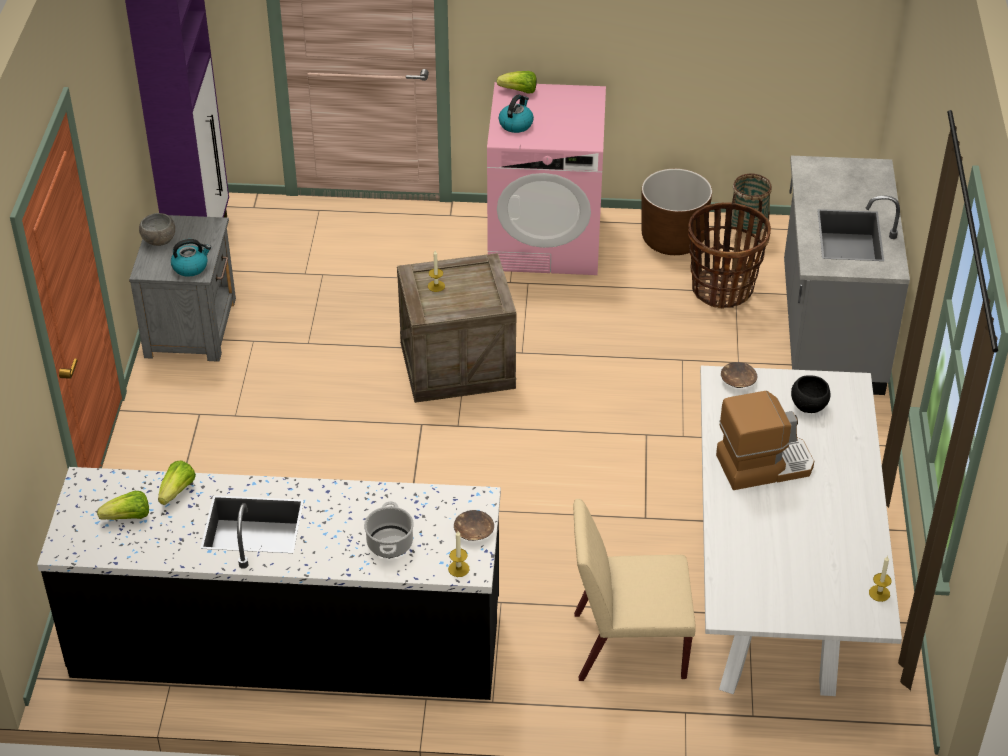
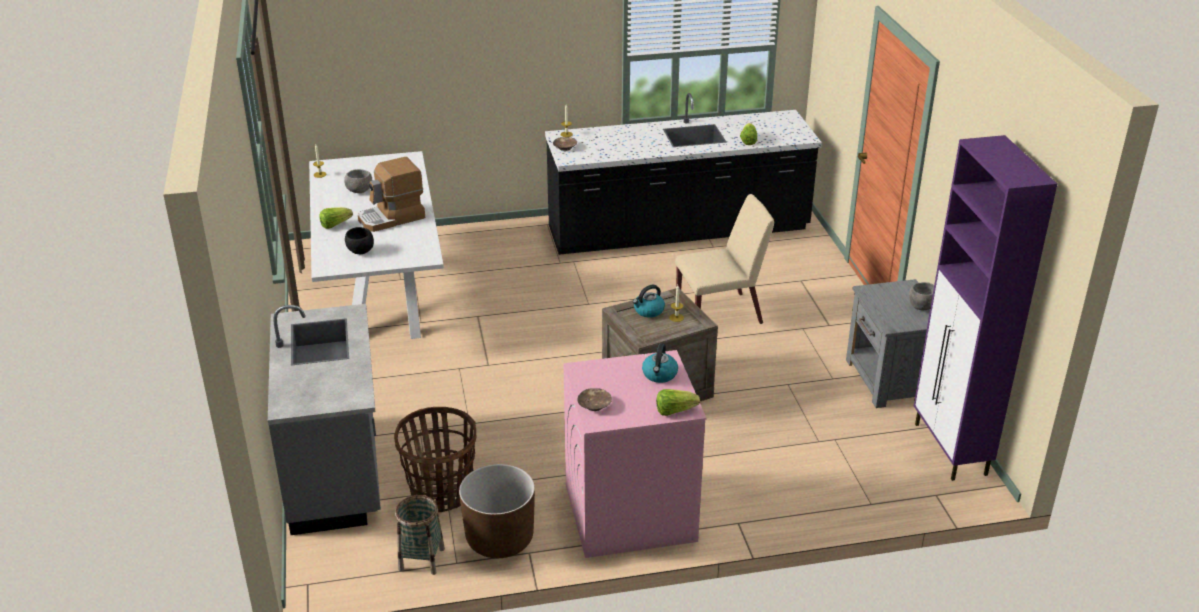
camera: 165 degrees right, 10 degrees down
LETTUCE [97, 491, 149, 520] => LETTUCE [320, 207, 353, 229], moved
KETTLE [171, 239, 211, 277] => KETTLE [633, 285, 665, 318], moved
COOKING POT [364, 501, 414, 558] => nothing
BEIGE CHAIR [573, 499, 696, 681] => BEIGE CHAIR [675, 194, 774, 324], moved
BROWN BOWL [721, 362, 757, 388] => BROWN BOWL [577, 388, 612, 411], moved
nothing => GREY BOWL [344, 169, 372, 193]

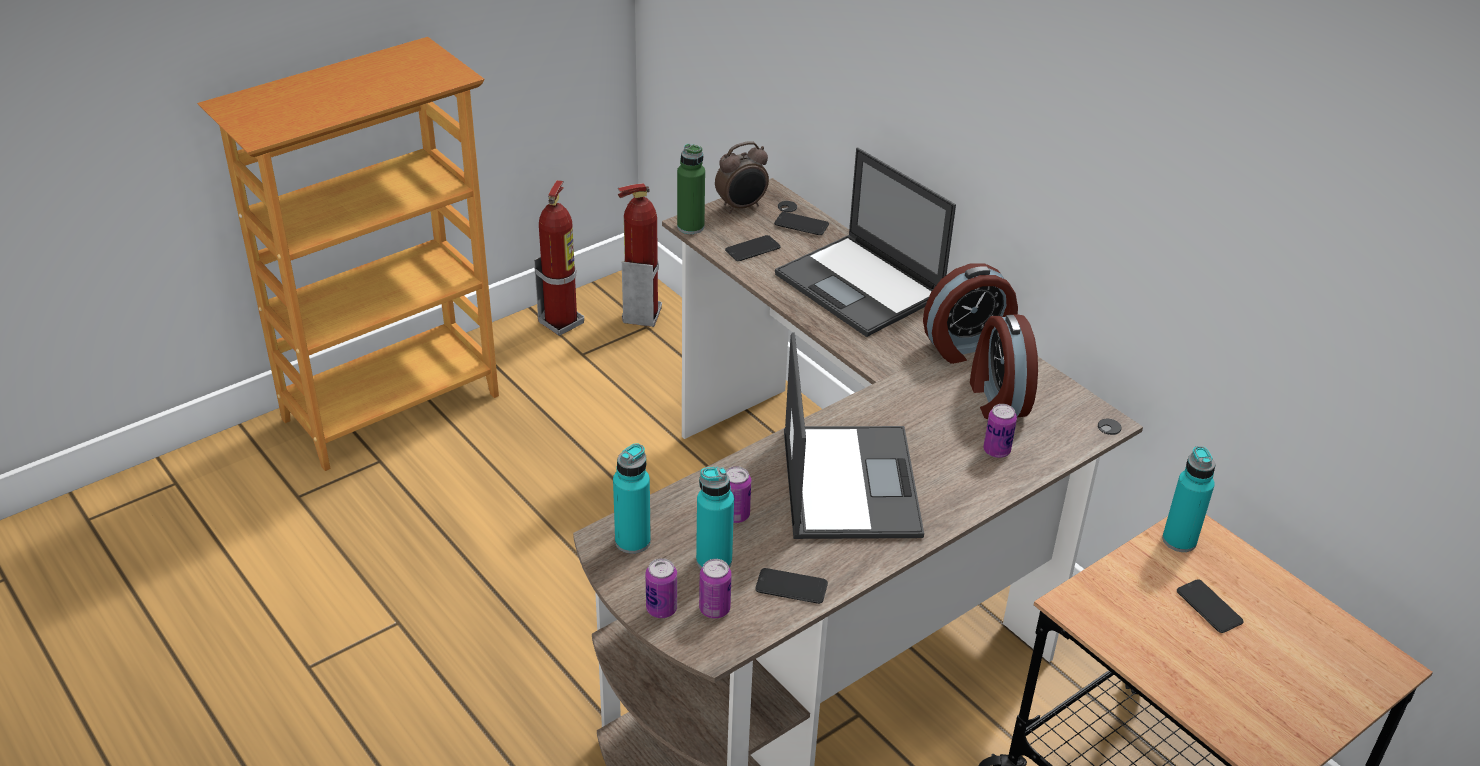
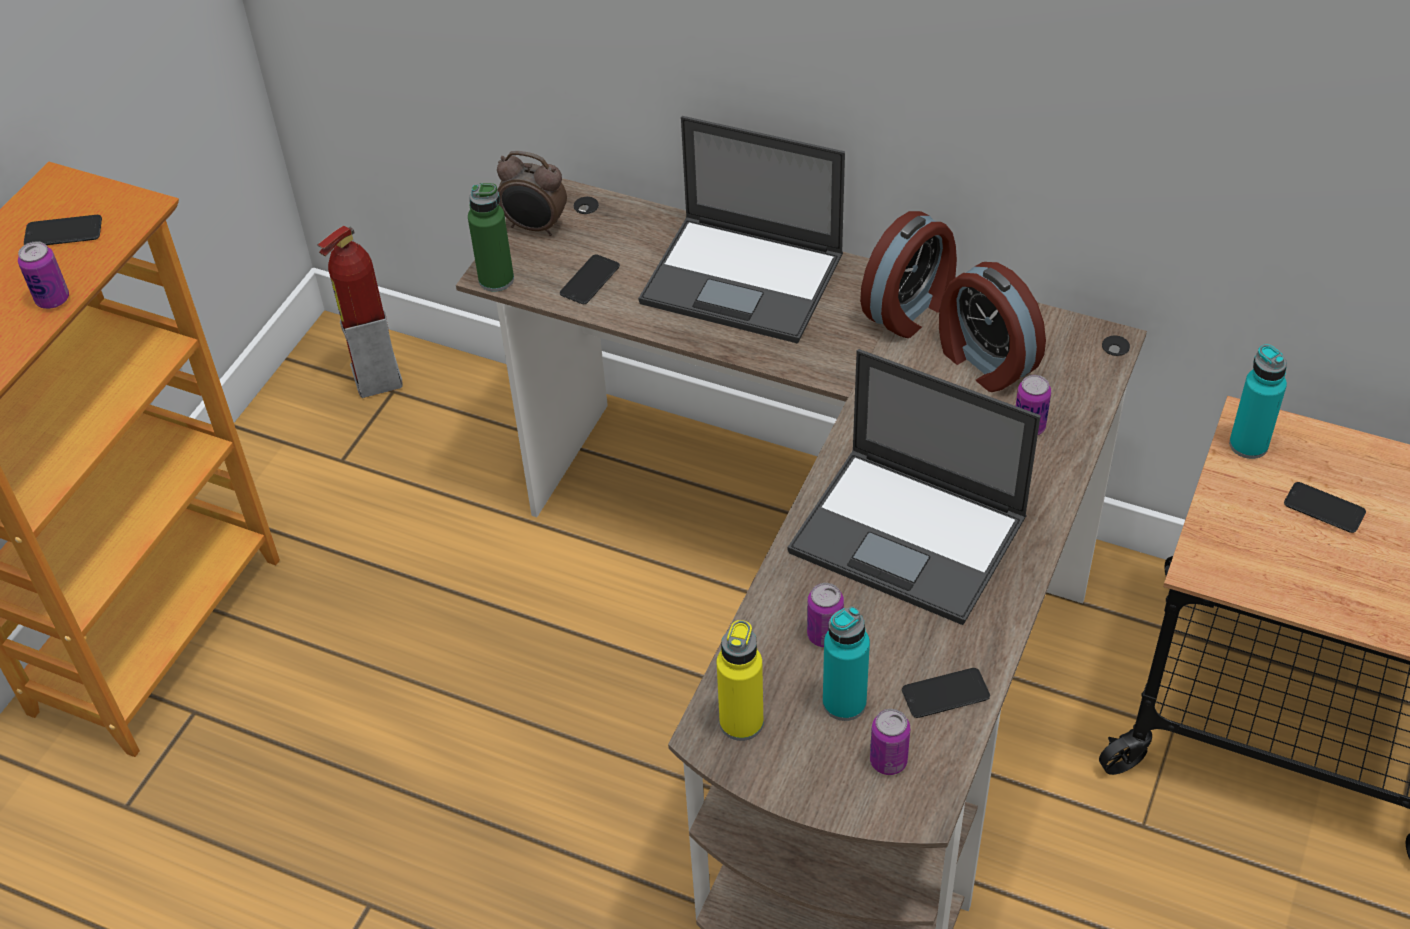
camera: 25 degrees left, 10 degrees up
FIRE EXTINGUISHER [534, 180, 584, 336] => nothing
TURQUOISE BOTTLE [613, 443, 651, 554] => YELLOW BOTTLE [717, 620, 764, 741]
CAN [645, 558, 677, 618] => CAN [18, 241, 69, 309], moved
ALARM CLOCK [715, 141, 769, 213] => ALARM CLOCK [497, 151, 567, 236], 75 degrees clockwise
PHONE [774, 212, 829, 235] => PHONE [24, 215, 102, 245], moved
LAPTOP [784, 333, 924, 539] => LAPTOP [787, 349, 1041, 625], 150 degrees clockwise

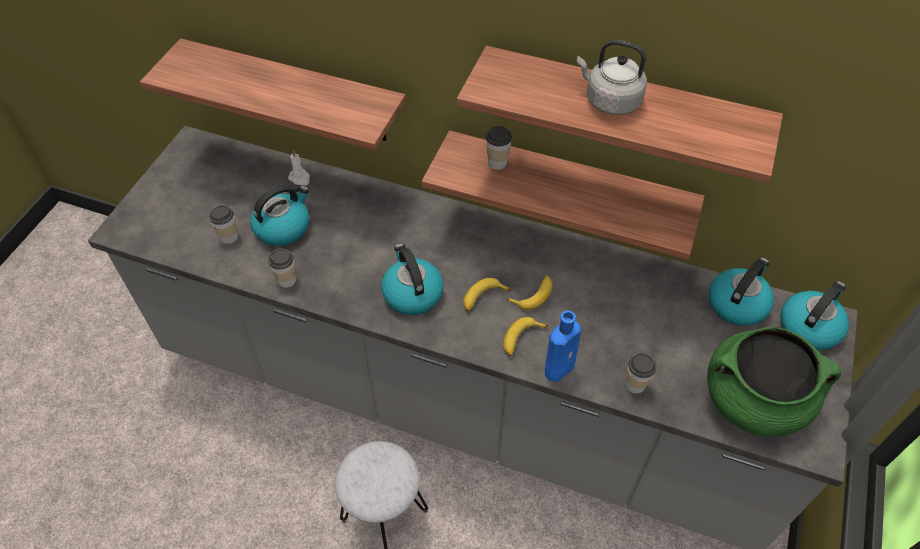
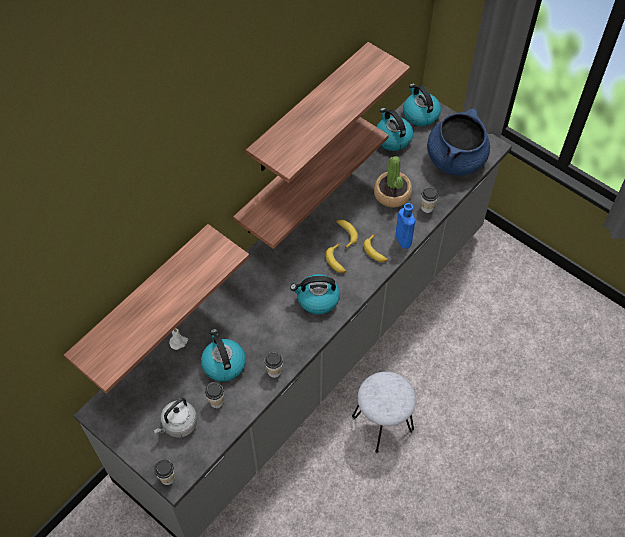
camera: 70 degrees left, 5 degrees up
CUP [486, 126, 512, 170] => CUP [154, 459, 175, 485], moved
GREY KETTLE [577, 40, 647, 115] => GREY KETTLE [154, 398, 197, 438], moved
GREEN COOKING POT [707, 327, 841, 437] => BLUE COOKING POT [427, 108, 490, 176]
nothing => POTTED PLANT [374, 156, 412, 208]

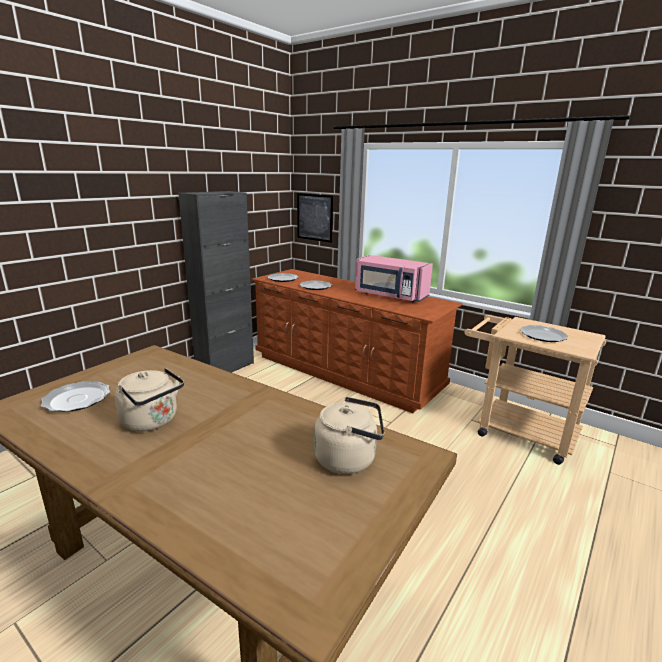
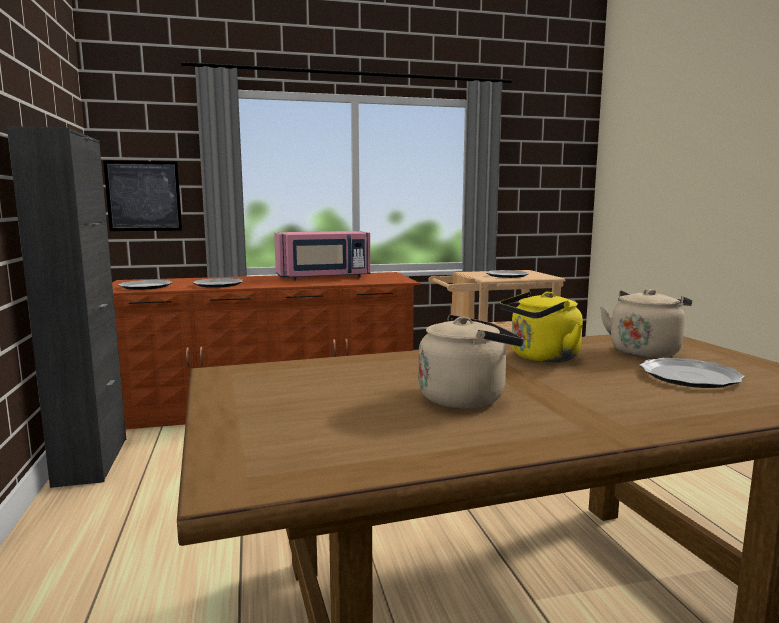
camera: 50 degrees left, 10 degrees down
PLATE [41, 381, 110, 412] => PLATE [640, 358, 745, 388], moved
nothing => YELLOW KETTLE [499, 291, 583, 363]

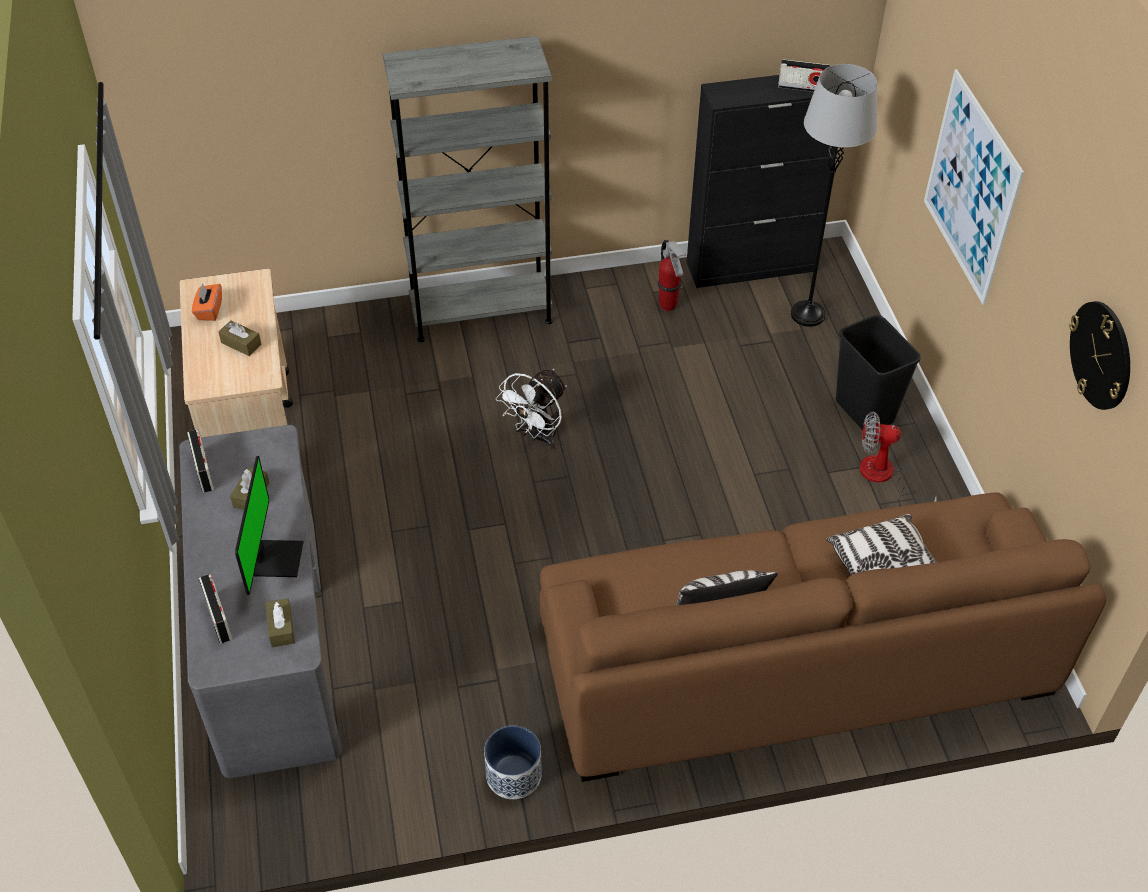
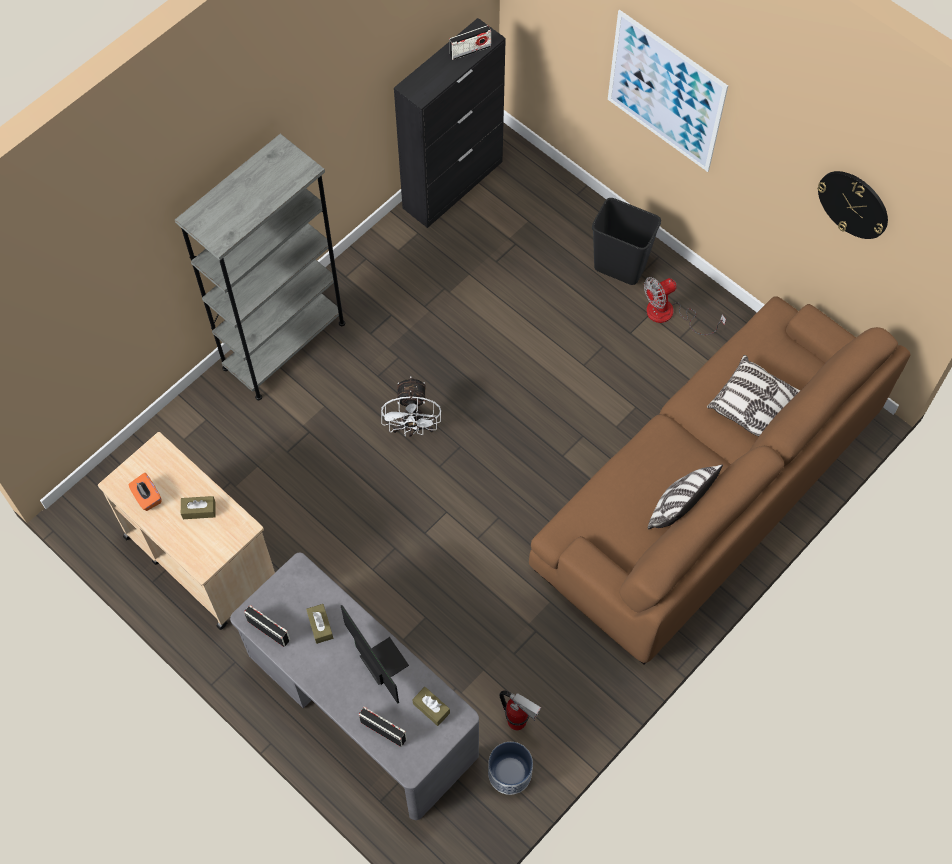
camera: 35 degrees left, 15 degrees up
PLANTER [484, 725, 542, 799] => PLANTER [488, 742, 533, 795], moved
FIRE EXTINGUISHER [658, 240, 685, 311] => FIRE EXTINGUISHER [500, 691, 542, 731], moved
GREY FLOOR LAMP [791, 64, 877, 327] => nothing

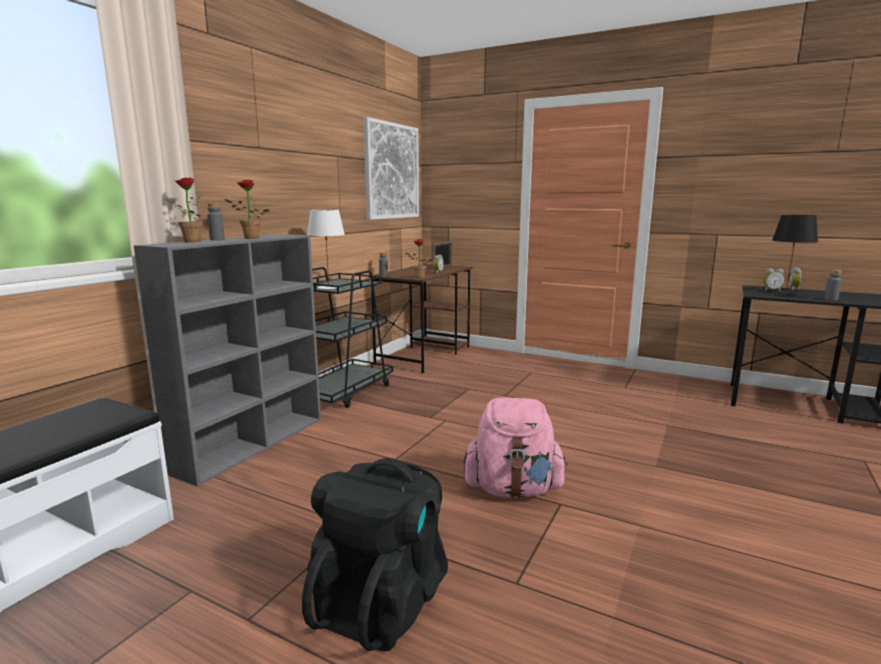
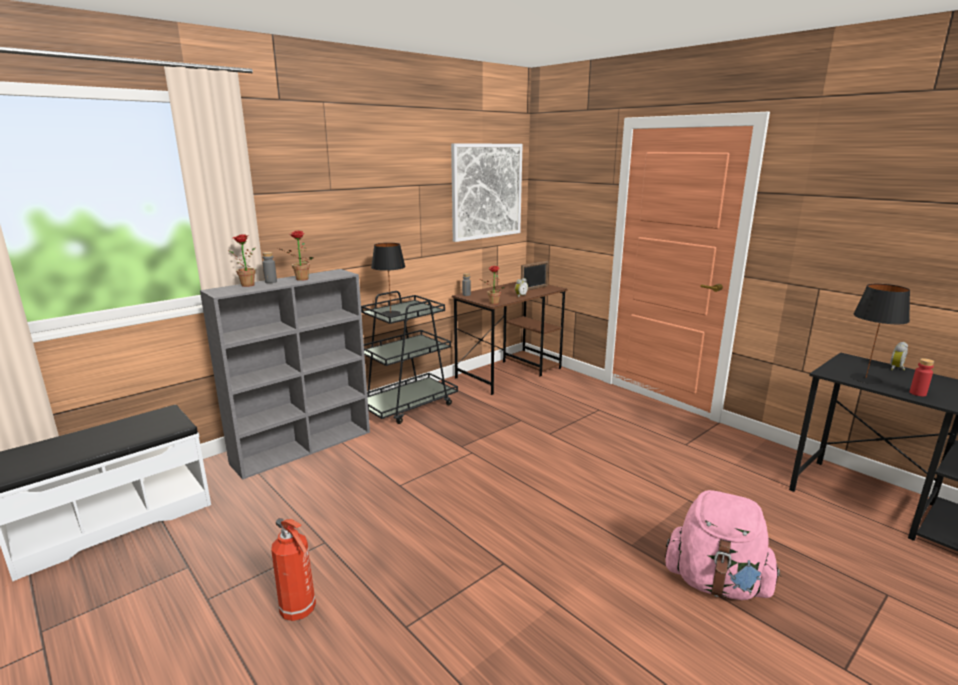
camera: 20 degrees right, 5 degrees up
BLACK BACKPACK [302, 458, 448, 652] => FIRE EXTINGUISHER [271, 518, 316, 621]
WHITE TABLE LAMP [307, 210, 345, 289] => BLACK TABLE LAMP [371, 243, 406, 316]
PINK BACKPACK [464, 398, 568, 498] => PINK BACKPACK [665, 490, 782, 600], moved
ALARM CLOCK [763, 269, 784, 291] => nothing
GREY BOTTLE [824, 270, 842, 301] => RED BOTTLE [910, 358, 934, 396]

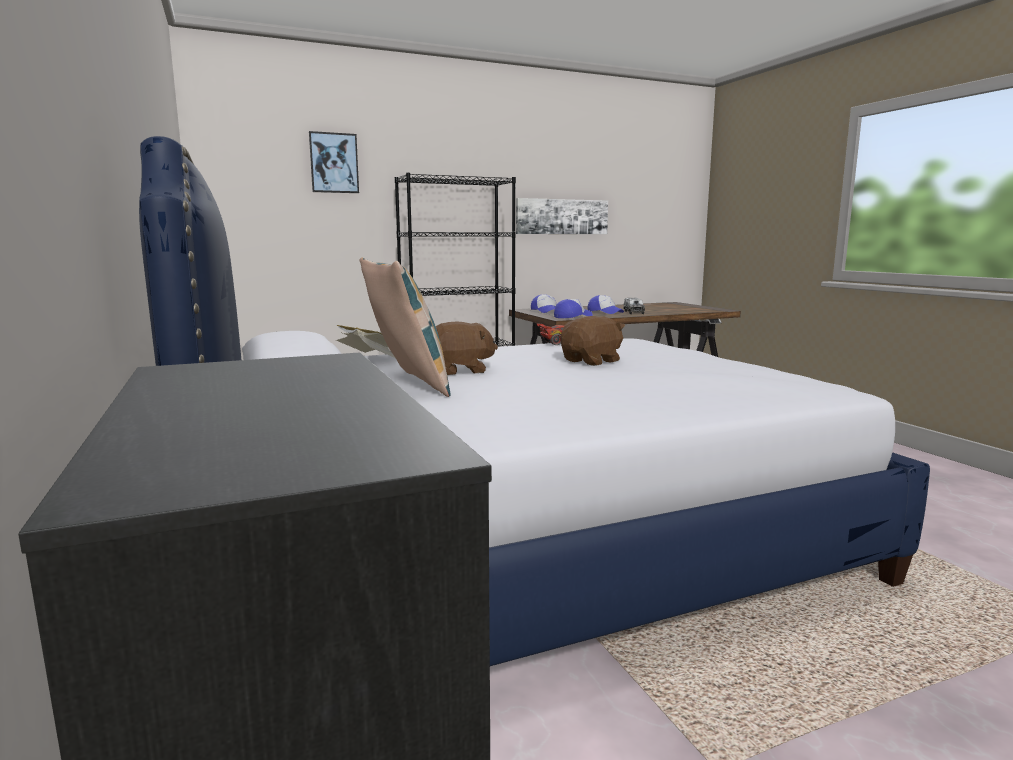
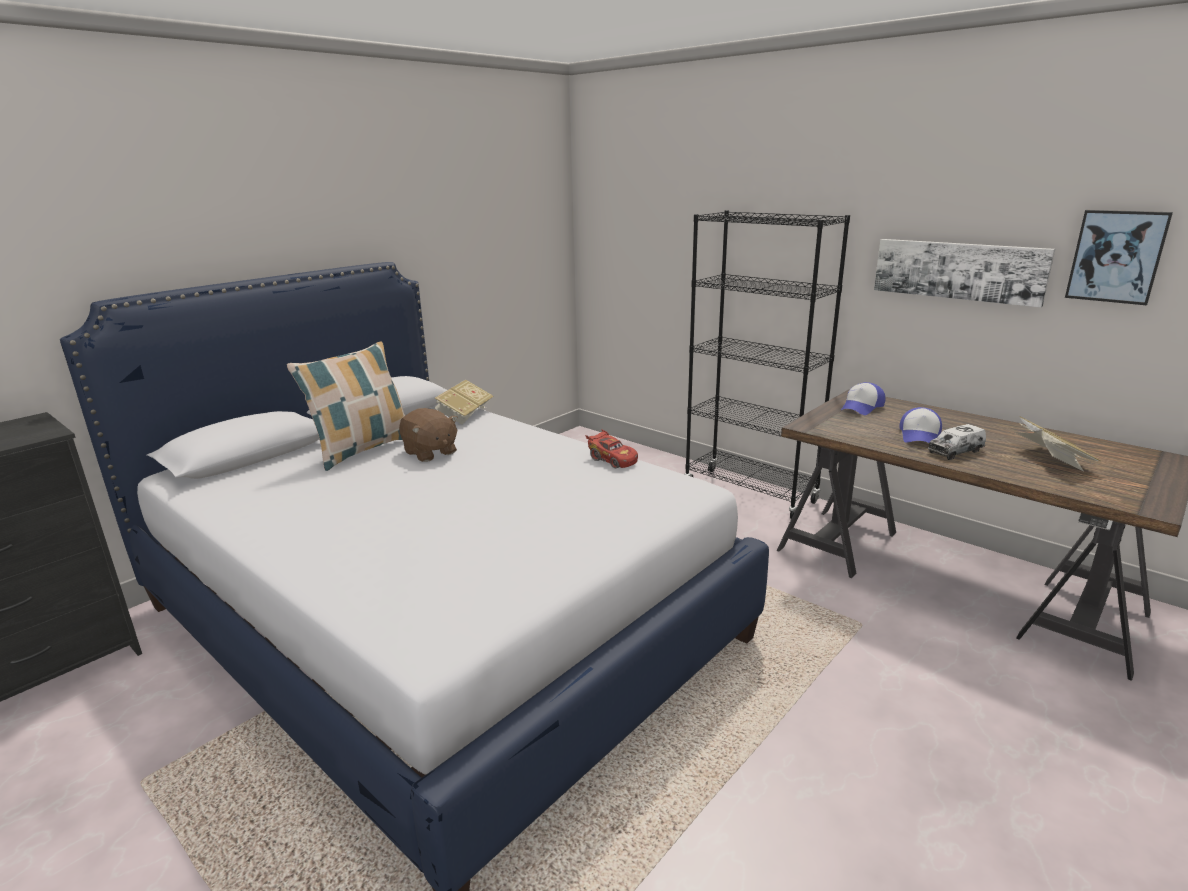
camera: 65 degrees right, 10 degrees up
PICTURE [309, 131, 359, 193] => PICTURE [1065, 210, 1173, 305], moved
CAP [554, 299, 593, 318] => nothing
BROWN PLUSH TOY [561, 316, 625, 366] => nothing
nothing => BOOK [1015, 416, 1101, 472]

